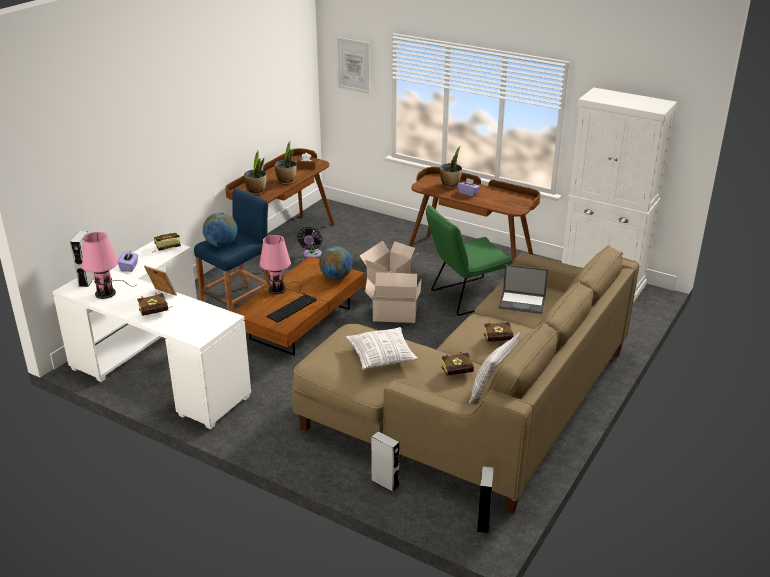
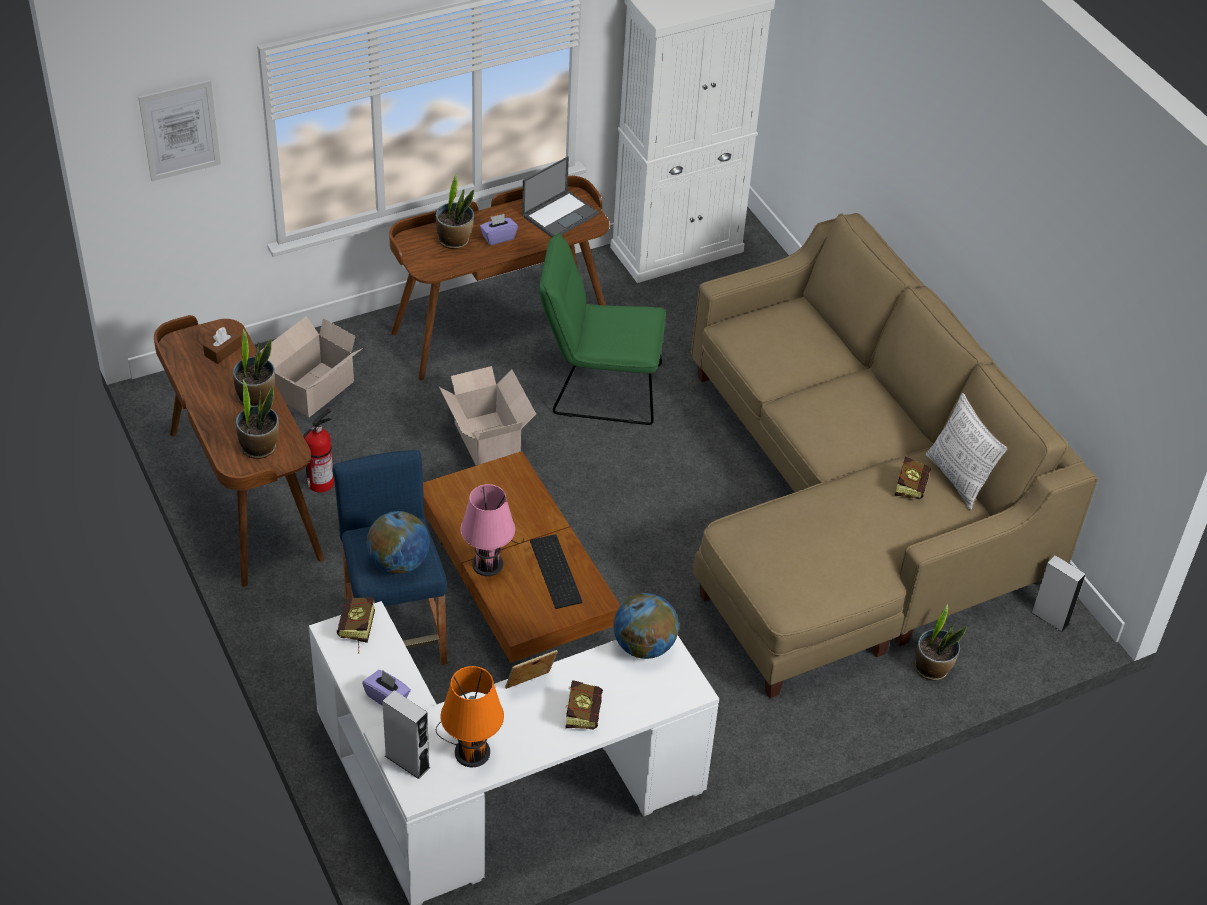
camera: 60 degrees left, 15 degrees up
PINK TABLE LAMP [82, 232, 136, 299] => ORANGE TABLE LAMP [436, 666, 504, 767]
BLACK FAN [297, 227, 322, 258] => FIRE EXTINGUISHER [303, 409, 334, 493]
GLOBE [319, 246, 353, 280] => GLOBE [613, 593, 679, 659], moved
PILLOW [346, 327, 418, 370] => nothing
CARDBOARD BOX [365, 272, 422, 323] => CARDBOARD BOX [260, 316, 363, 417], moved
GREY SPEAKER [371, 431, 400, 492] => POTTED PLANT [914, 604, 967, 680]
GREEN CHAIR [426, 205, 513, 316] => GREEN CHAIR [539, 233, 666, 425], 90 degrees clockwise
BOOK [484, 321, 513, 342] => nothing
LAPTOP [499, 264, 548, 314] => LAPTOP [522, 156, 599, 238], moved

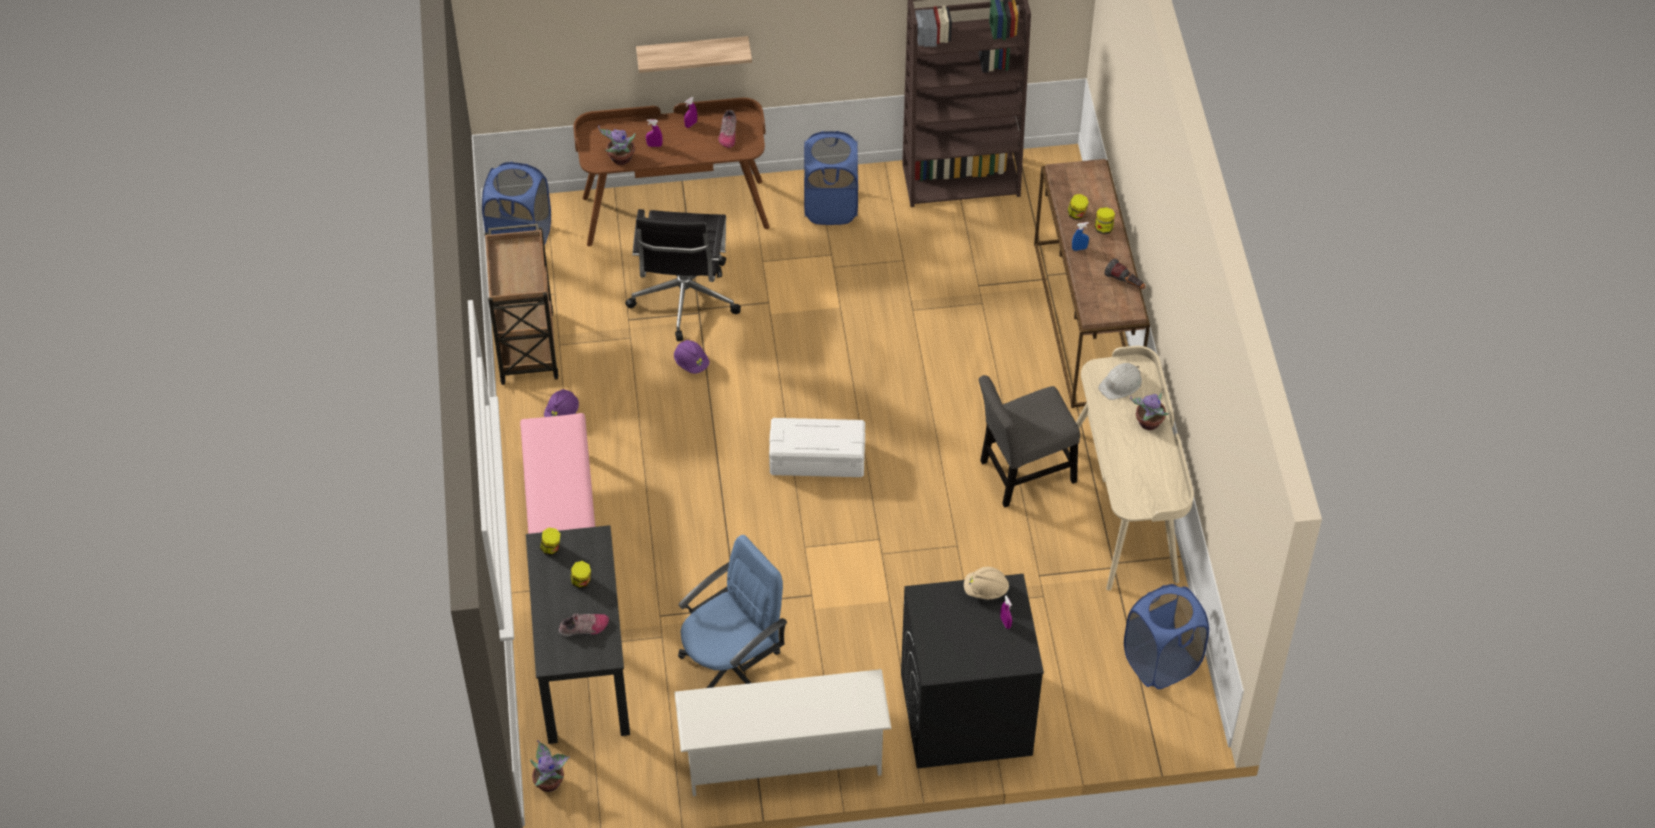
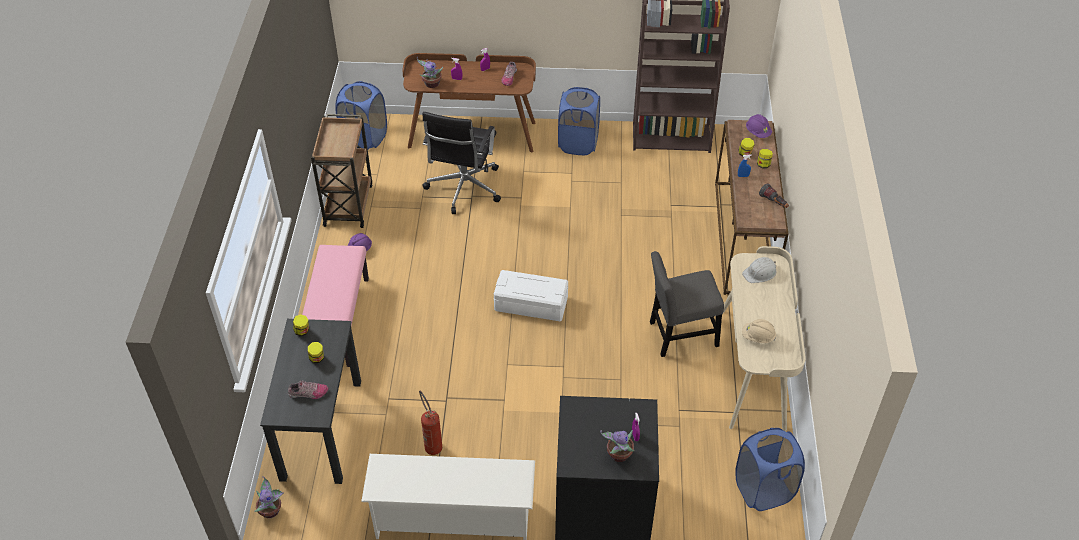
camera: 10 degrees right, 5 degrees down
SHELF [636, 36, 752, 73] => nothing
PURPLE HARD HAT [674, 340, 709, 374] => PURPLE HARD HAT [746, 114, 772, 138], moved
BLUE OFFICE CHAIR [678, 535, 787, 688] => FIRE EXTINGUISHER [419, 391, 442, 455]
BEIGE HARD HAT [964, 567, 1009, 599] => BEIGE HARD HAT [742, 319, 776, 343], moved
POTTED PLANT [1130, 393, 1169, 430] => POTTED PLANT [600, 430, 635, 462], moved

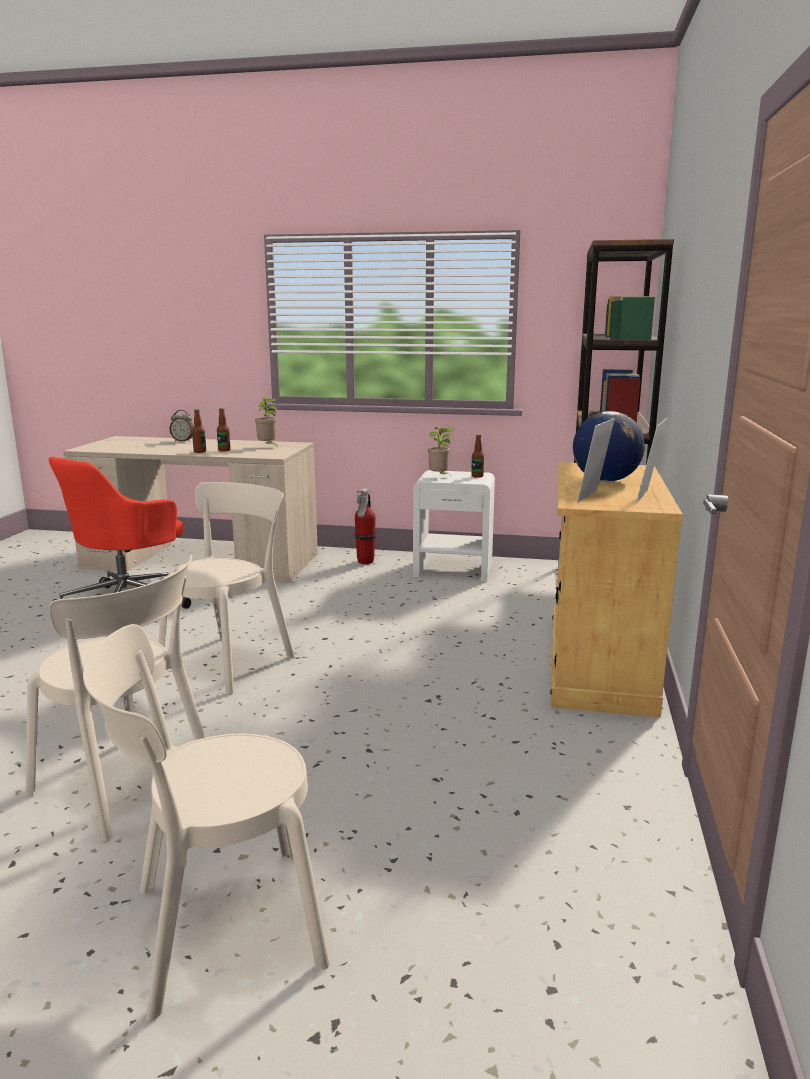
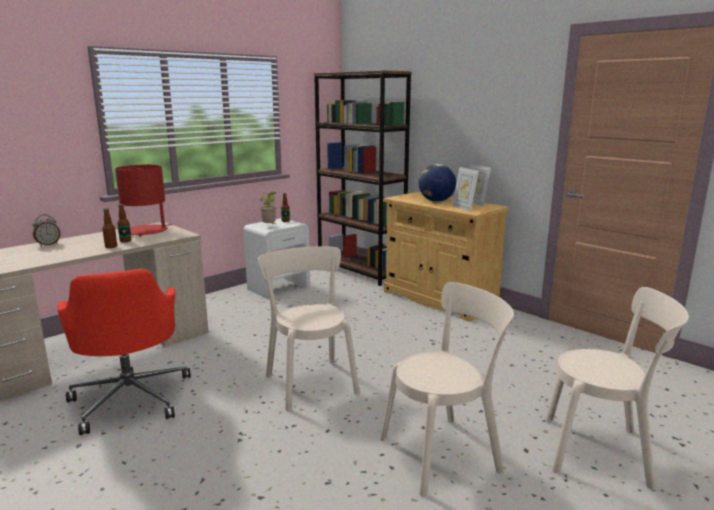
camera: 55 degrees left, 0 degrees up
BEIGE CHAIR [83, 624, 330, 1021] => BEIGE CHAIR [546, 287, 689, 490], 90 degrees counterclockwise
POTTED PLANT [255, 398, 278, 448] => RED TABLE LAMP [115, 164, 172, 237]
FIRE EXTINGUISHER [354, 489, 376, 564] => nothing

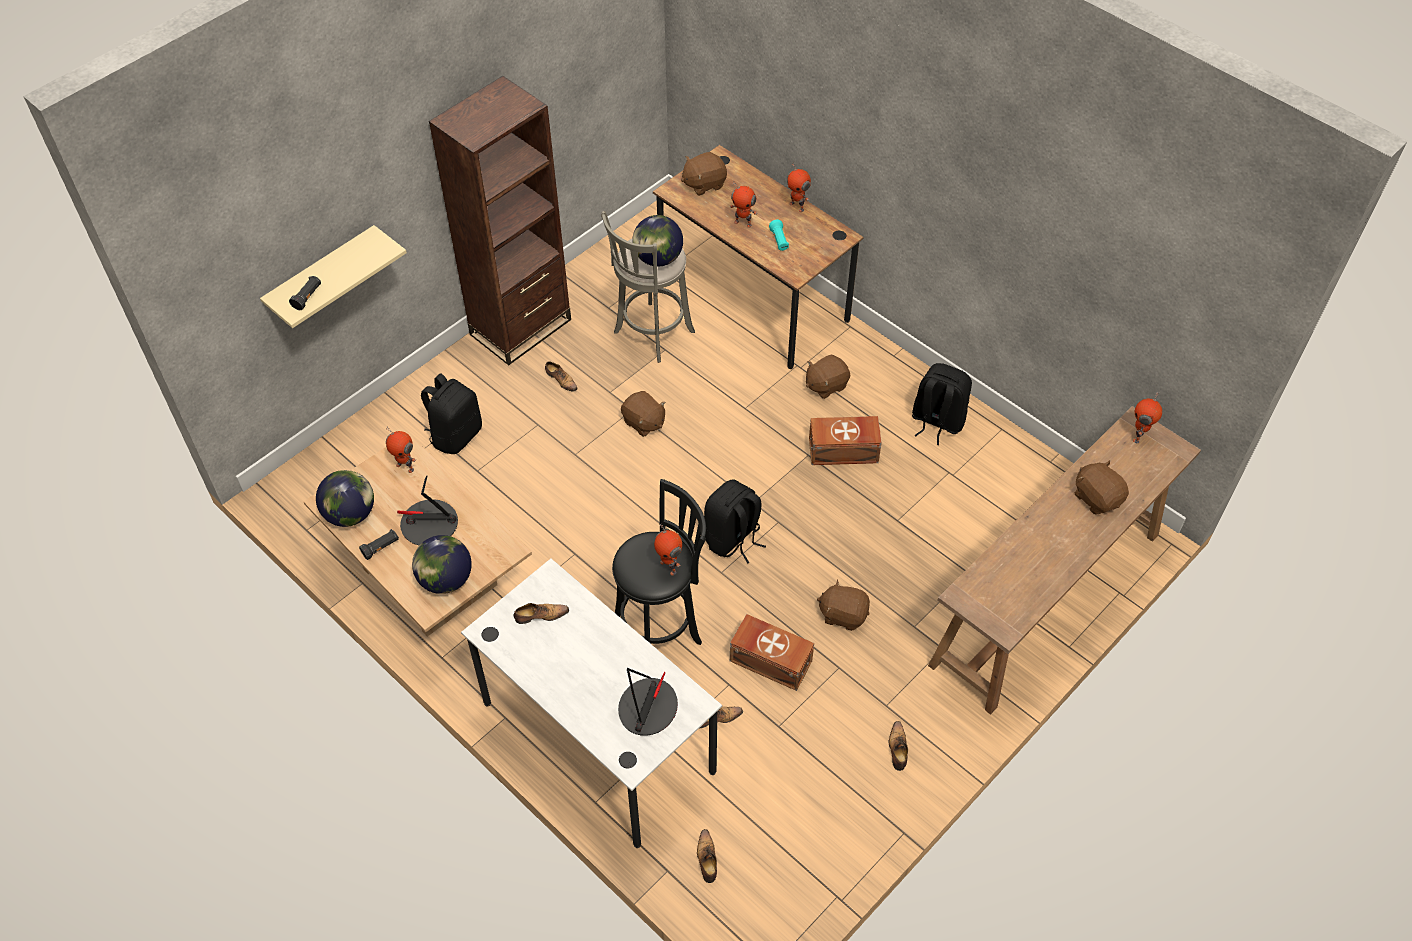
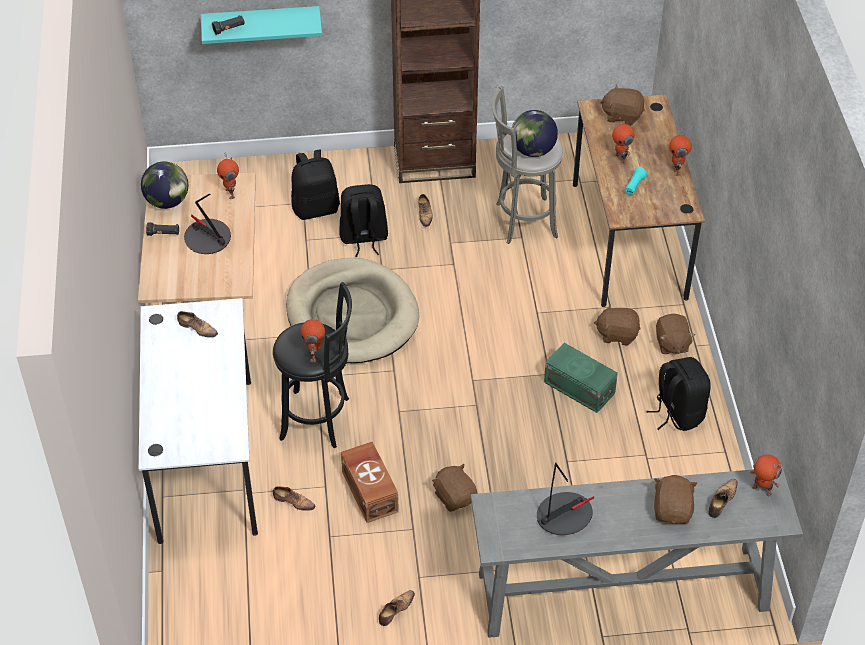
camera: 40 degrees right, 5 degrees down
BEIGE SHELF [260, 225, 407, 328] => TURQUOISE SHELF [201, 6, 322, 44]
GLOBE [412, 535, 472, 594] => nothing
TABLE LAMP [618, 668, 678, 736] => TABLE LAMP [537, 463, 594, 535], moved
BROWN PLUSH TOY [621, 391, 666, 437] => BROWN PLUSH TOY [656, 314, 695, 354], moved
SHOE [697, 829, 717, 883] => SHOE [708, 479, 738, 518], moved
BLACK BACKPACK [704, 480, 766, 563] => BLACK BACKPACK [339, 184, 388, 257], moved
BROWN STORAGE BOX [809, 416, 882, 465] => GREEN STORAGE BOX [544, 343, 618, 413]
BROWN CONSOLE TABLE [928, 406, 1201, 715] => GREY CONSOLE TABLE [471, 467, 803, 638]
TOY ROBOT [1133, 393, 1162, 443] => TOY ROBOT [749, 454, 782, 497], 60 degrees clockwise
nothing => BEIGE DOG BED [286, 258, 419, 363]

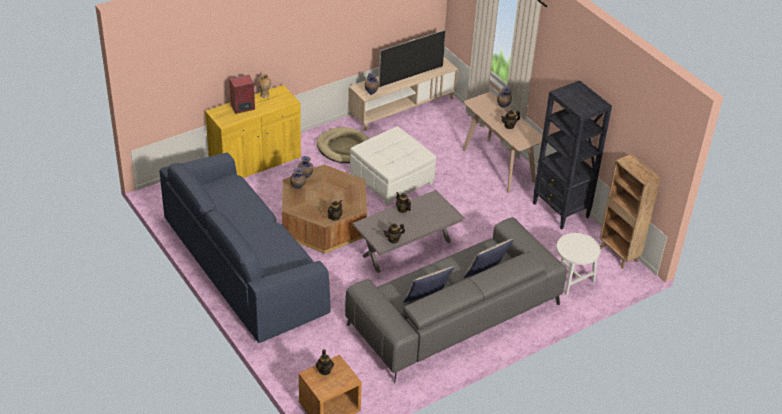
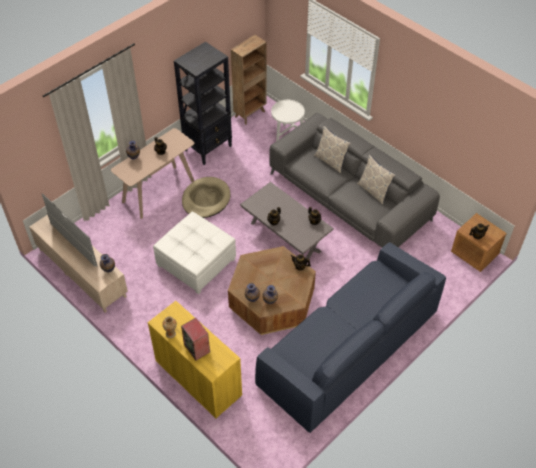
camera: 100 degrees left, 10 degrees up
BEIGE DOG BED [317, 127, 369, 163] => BEIGE DOG BED [182, 177, 230, 218], moved

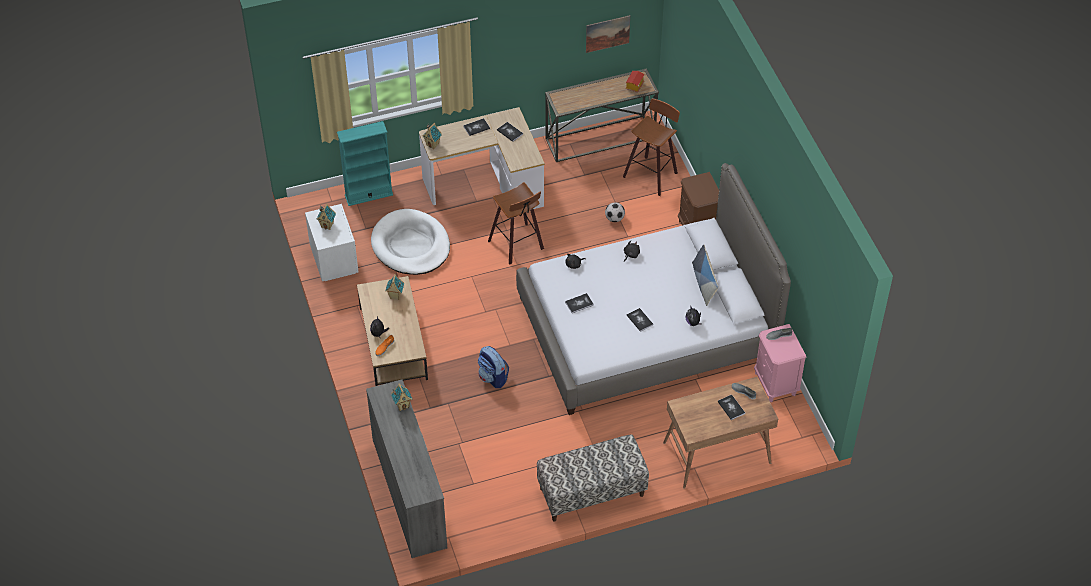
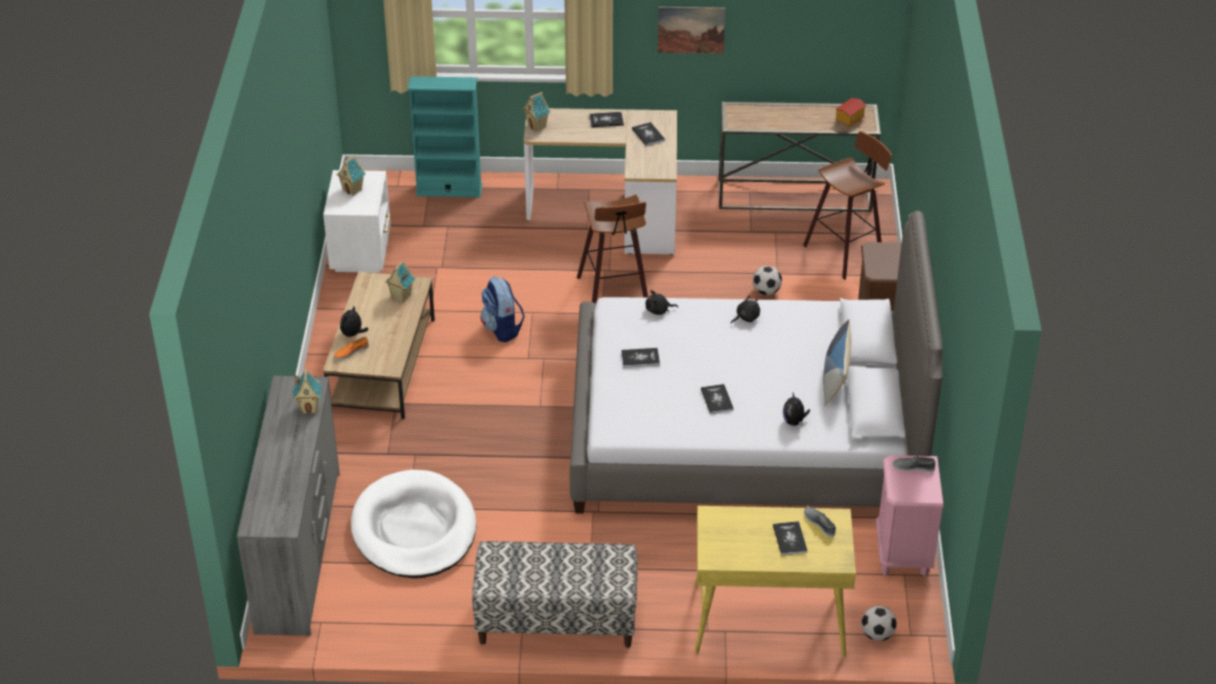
camera: 20 degrees right, 10 degrees down
WHITE DOG BED [371, 209, 450, 275] => WHITE DOG BED [351, 470, 476, 578], moved
BACKPACK [478, 346, 509, 388] => BACKPACK [481, 276, 525, 342], moved
PICTURE [586, 15, 630, 53] => PICTURE [658, 7, 726, 54], moved
BROWN DESK [663, 377, 778, 488] => YELLOW DESK [694, 506, 856, 657]
nothing => FOOTBALL [861, 606, 897, 641]

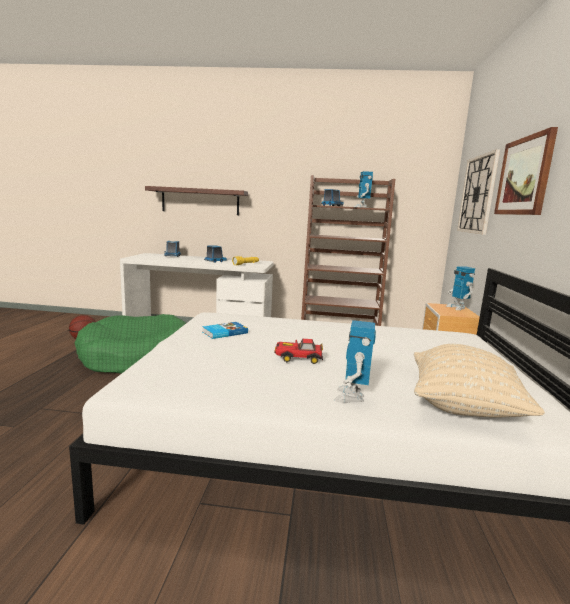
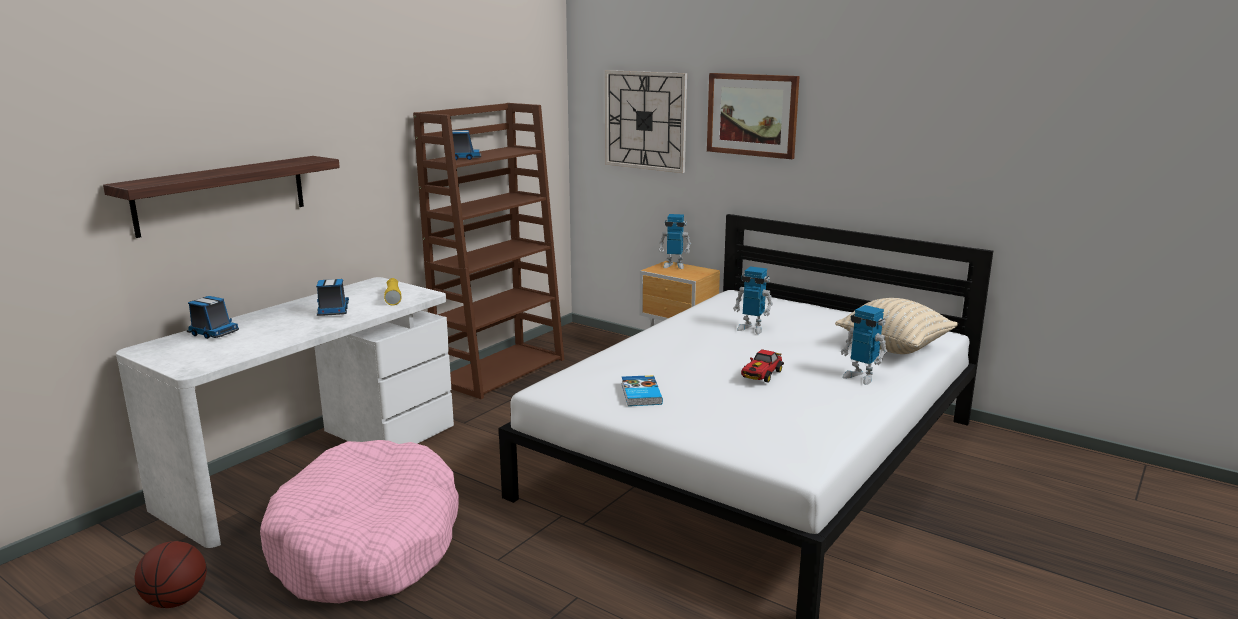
camera: 60 degrees left, 5 degrees up
GREEN DOG BED [75, 314, 186, 374] => PINK DOG BED [260, 440, 459, 603]
TOY ROBOT [354, 171, 373, 208] => TOY ROBOT [733, 266, 773, 334], moved

